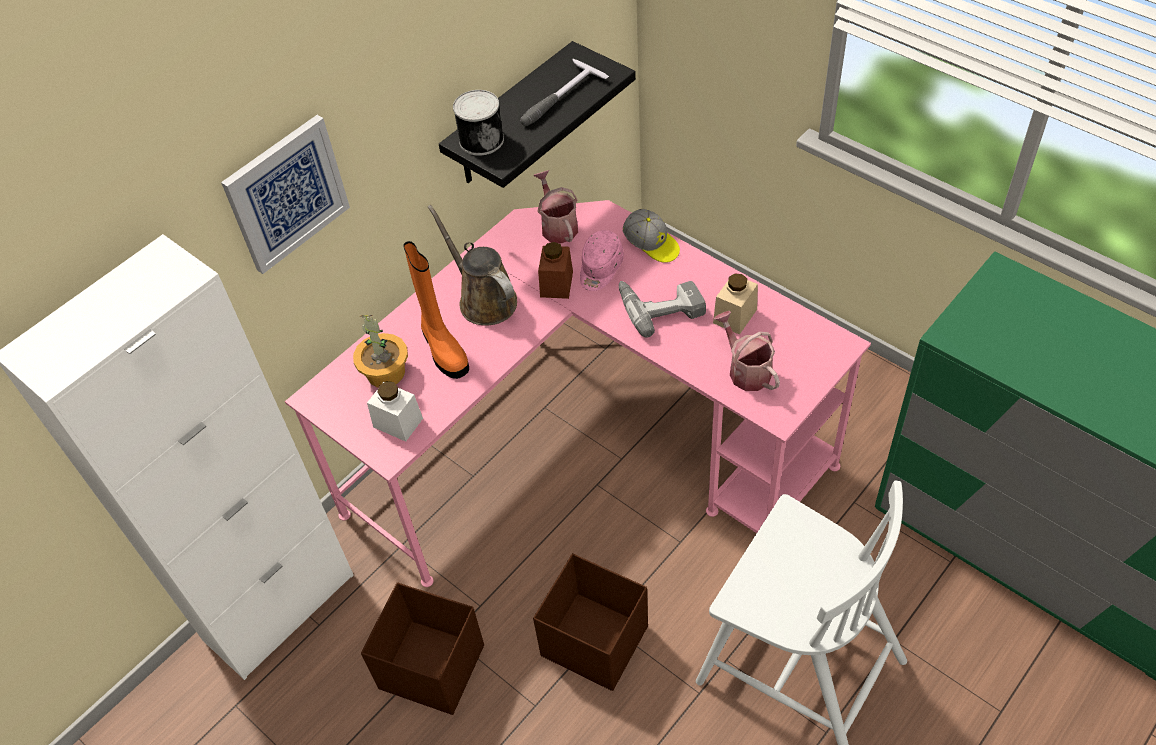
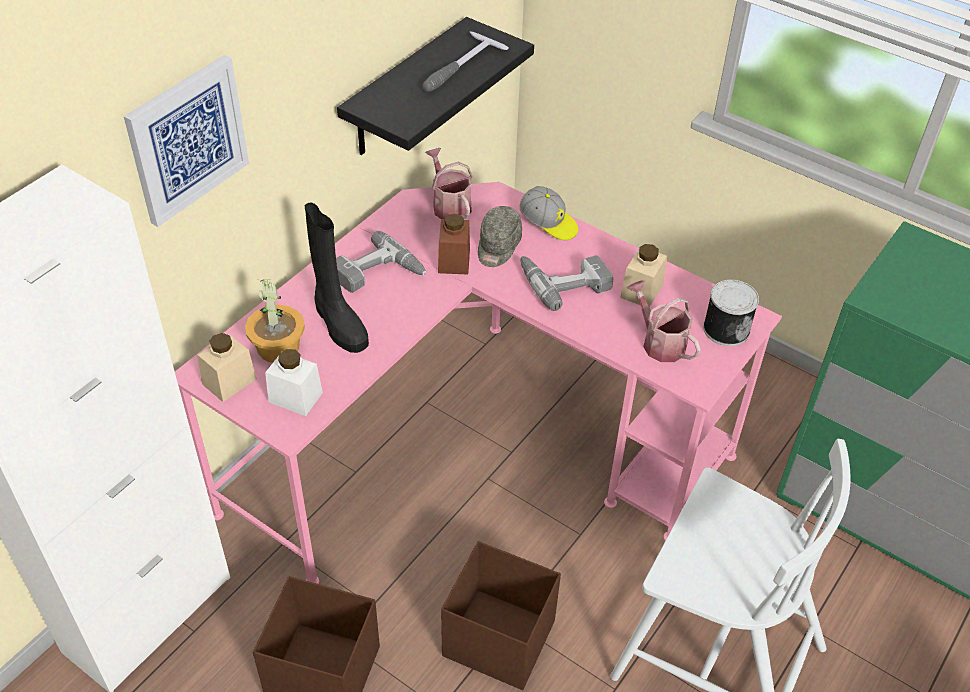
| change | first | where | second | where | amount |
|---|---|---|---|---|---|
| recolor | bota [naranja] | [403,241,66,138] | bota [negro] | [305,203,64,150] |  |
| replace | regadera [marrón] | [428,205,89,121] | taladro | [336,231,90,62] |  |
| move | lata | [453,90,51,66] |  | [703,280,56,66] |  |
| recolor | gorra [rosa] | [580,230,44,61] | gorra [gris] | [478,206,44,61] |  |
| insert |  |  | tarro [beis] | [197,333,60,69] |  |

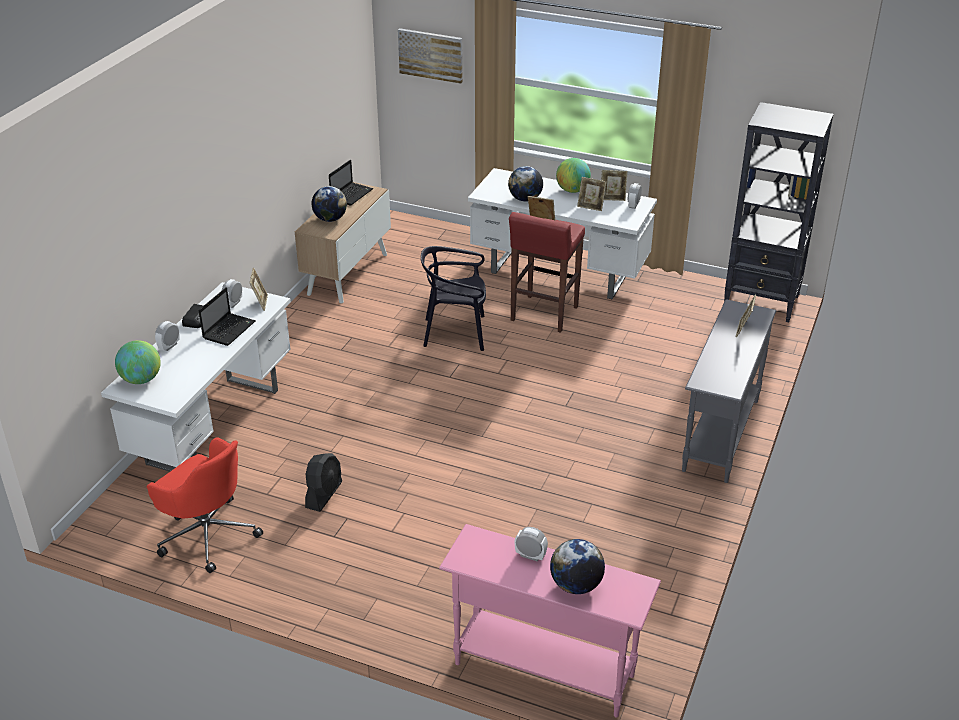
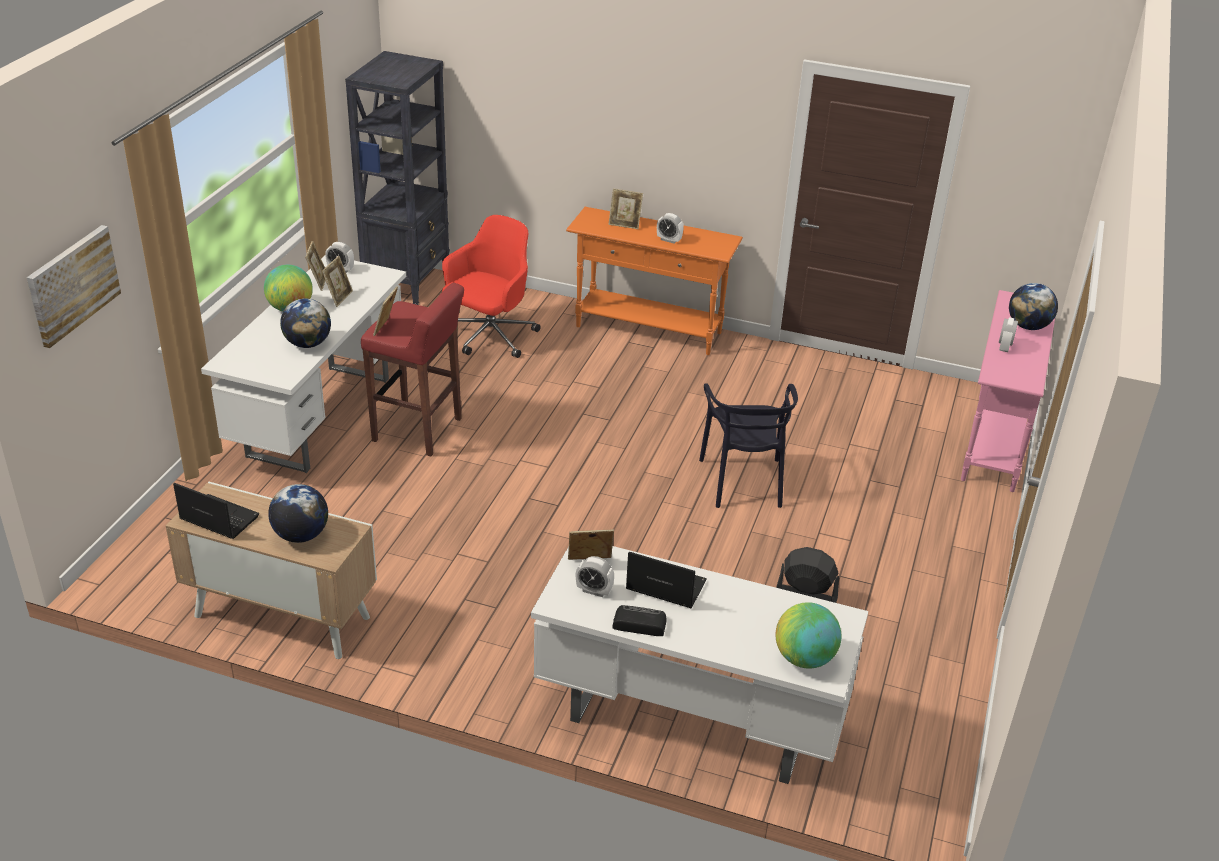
| change | first | where | second | where | amount |
|---|---|---|---|---|---|
| move | silla de oficina [rojo] | [147,437,116,136] |  | [442,215,98,143] |  |
| move | despertador | [155,321,25,30] |  | [657,213,27,31] |  |
| move | silla [negro] | [421,246,65,105] |  | [699,383,99,125] |  |
| recolor | mesa consola [gris] | [682,299,94,184] | mesa consola [naranja] | [566,207,177,148] |  |

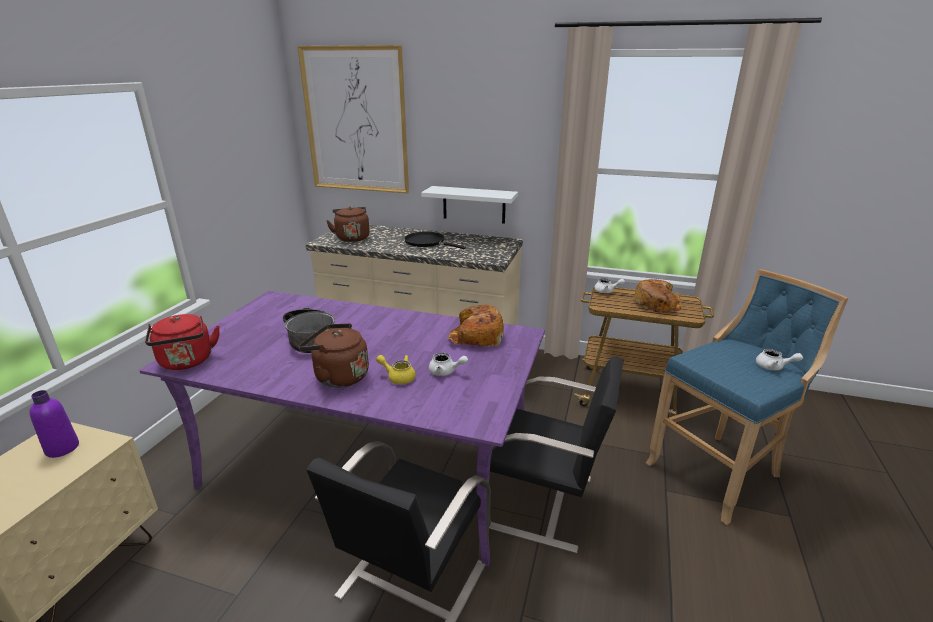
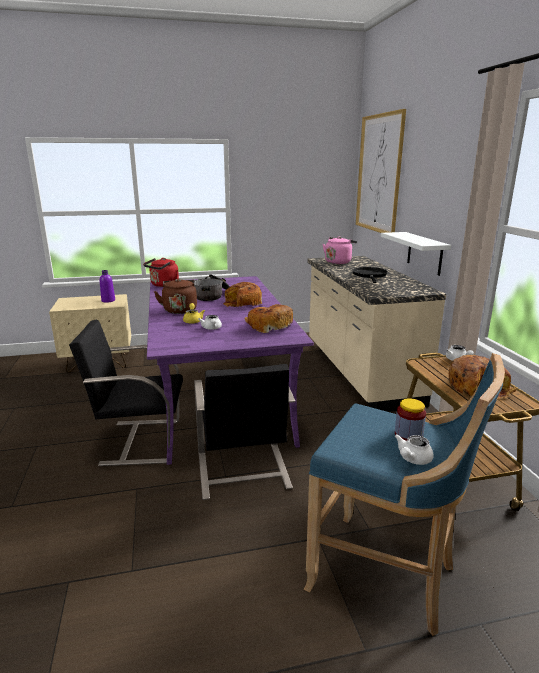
| change | first | where | second | where | amount |
|---|---|---|---|---|---|
| recolor | hervidor [marrón] | [326,206,44,36] | hervidor [rosa] | [323,236,34,28] |  |
| rotate | tetera [blanco] | [756,349,47,21] |  | [395,434,39,31] | 45 degrees clockwise |
| insert |  |  | pan | [223,282,39,25] |  |
| insert |  |  | tarro | [395,398,31,43] |  |

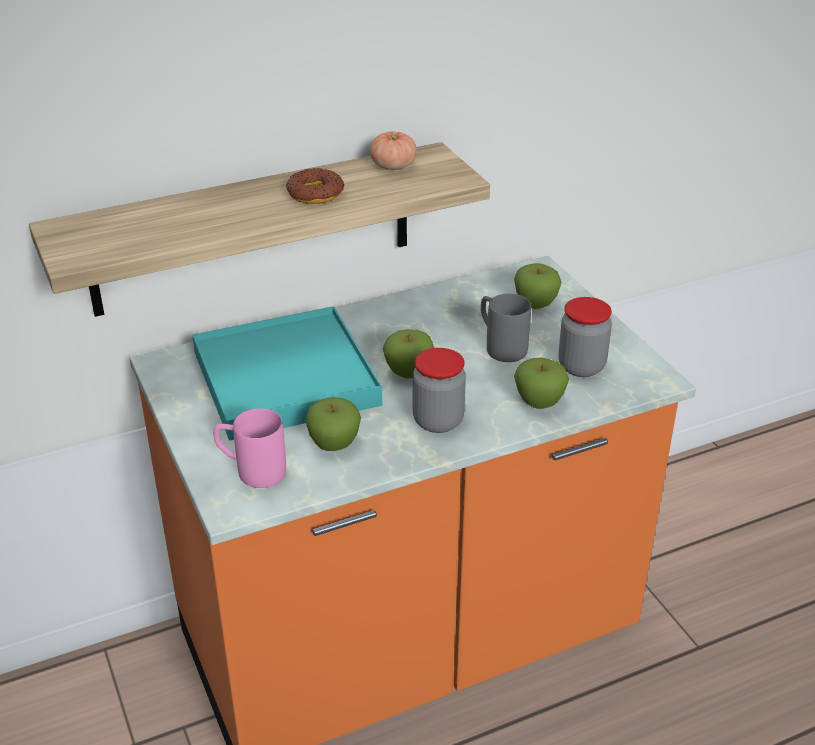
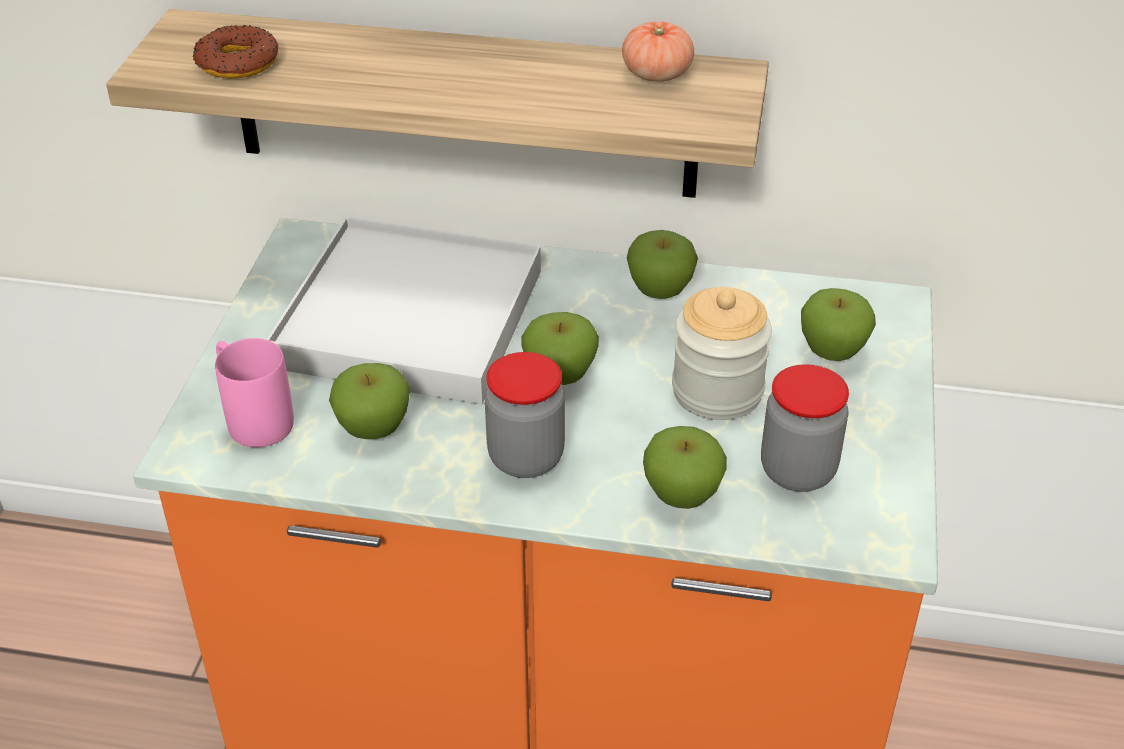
| change | first | where | second | where | amount |
|---|---|---|---|---|---|
| recolor | bandeja [turquesa] | [192,306,190,135] | bandeja [blanco] | [266,217,275,188] |  |
| move | rosquilla | [286,168,58,36] |  | [193,25,85,54] |  |
| replace | taza grande [gris] | [481,293,50,69] | tarro | [672,287,100,133] |  |
| insert |  |  | manzana | [627,230,71,69] |  |

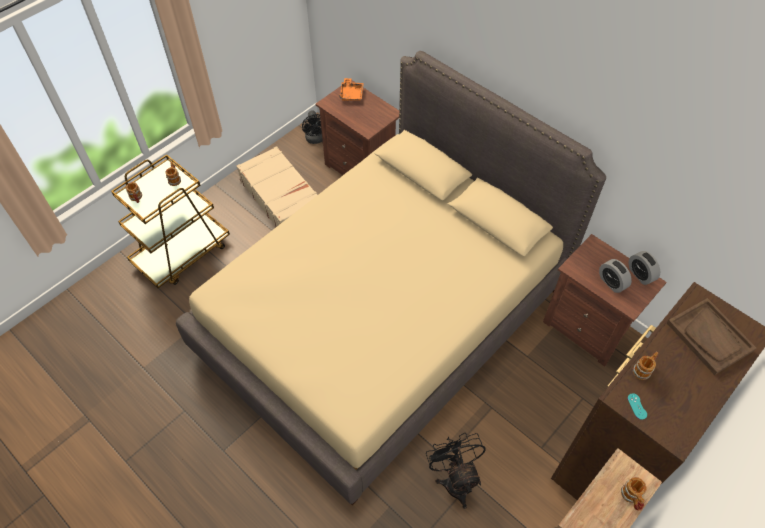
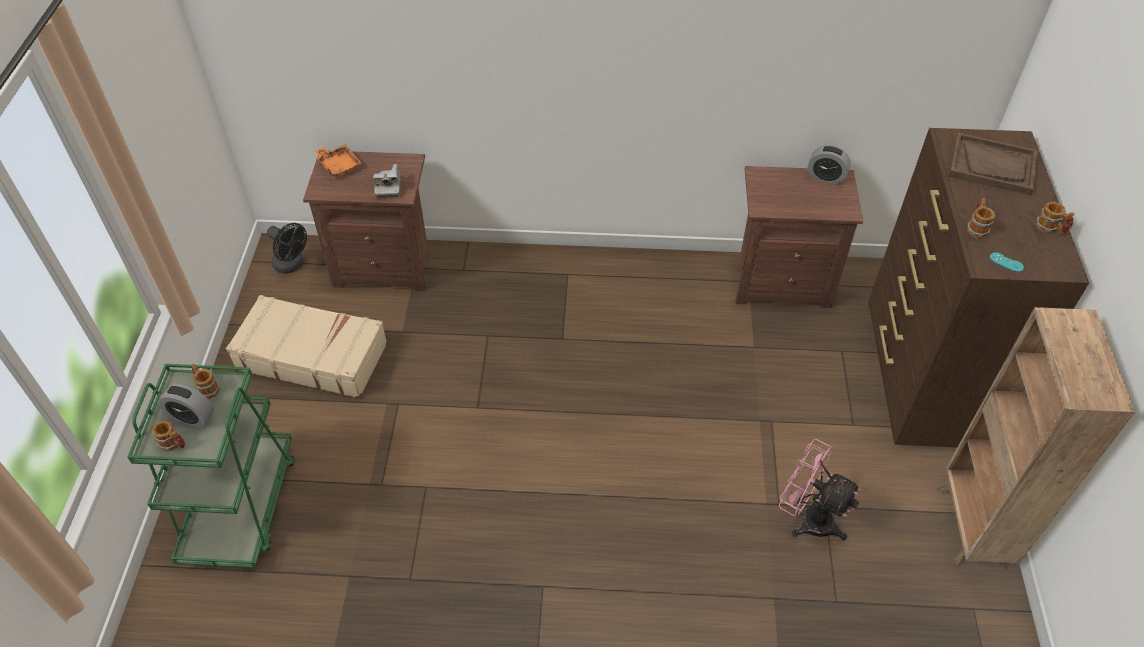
| change | first | where | second | where | amount |
|---|---|---|---|---|---|
| recolor | carrito [marrón] | [111,154,119,134] | carrito [verde] | [127,364,168,204] |  |
| delete | cama [beis] | [176,51,430,454] |  |  |  |
| recolor | ventilador [negro] | [426,433,60,76] | ventilador [rosa] | [779,439,82,101] |  |
| move | despertador | [599,259,33,34] |  | [159,384,55,44] |  |
| move | taza grande | [621,477,25,33] |  | [1036,202,38,32] |  |
| insert |  |  | cámara | [373,164,28,34] |  |

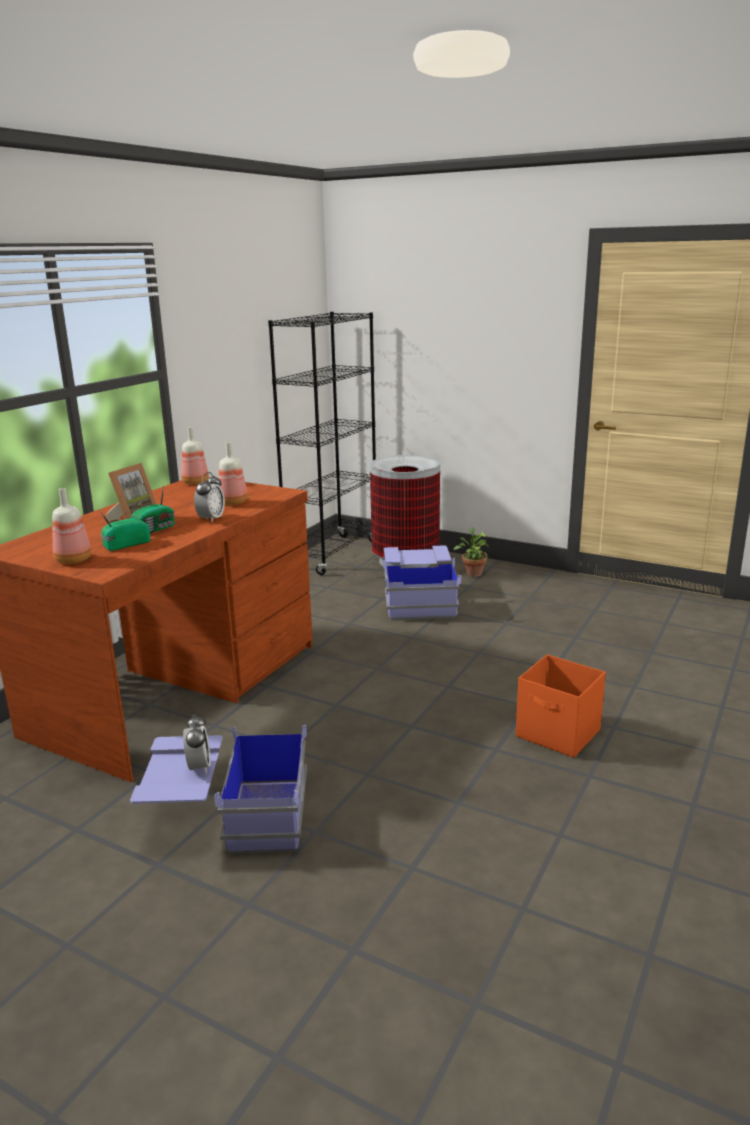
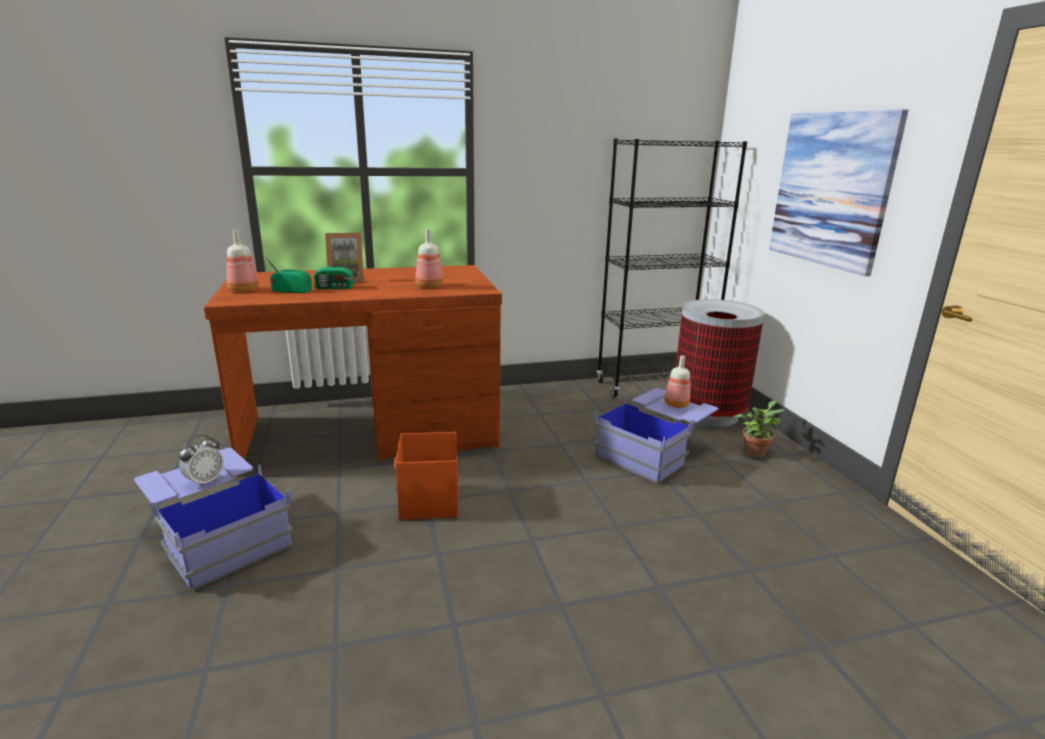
| change | first | where | second | where | amount |
|---|---|---|---|---|---|
| move | botella | [181,427,28,58] |  | [664,355,26,53] |  |
| delete | despertador | [194,472,31,51] |  |  |  |
| move | caja de almacenaje [naranja] | [516,654,90,104] |  | [395,432,63,88] |  |
| insert |  |  | cuadro | [769,109,140,167] |  |

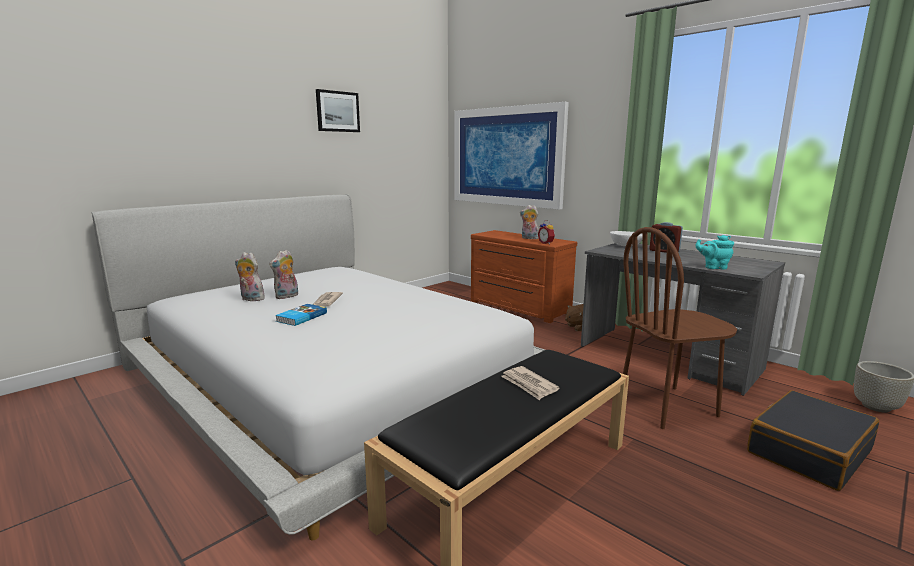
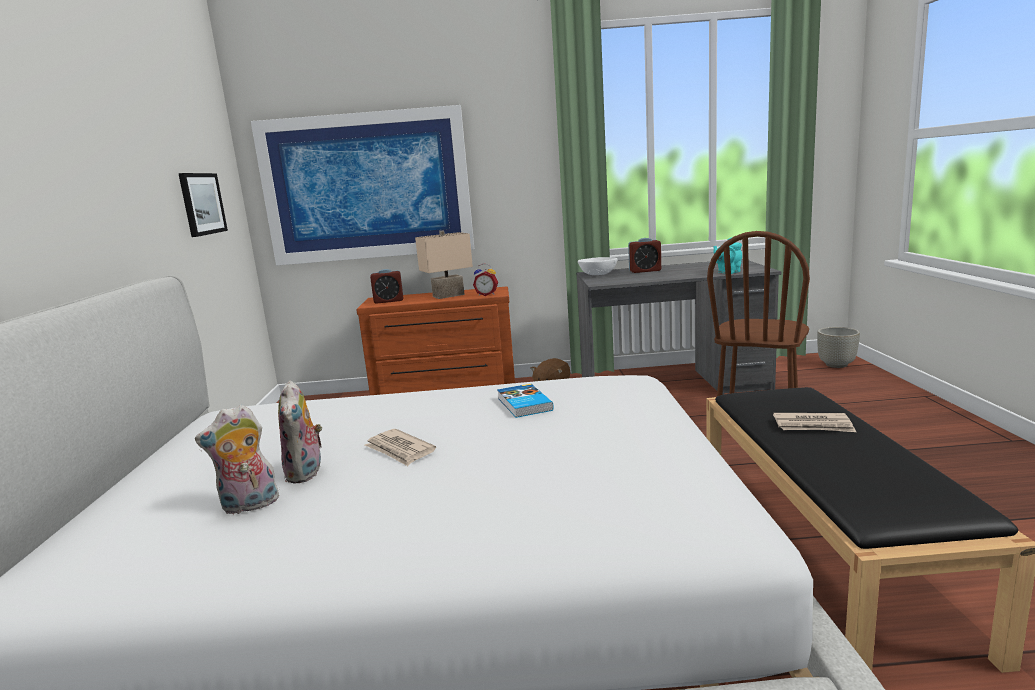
| change | first | where | second | where | amount |
|---|---|---|---|---|---|
| move | libro | [275,304,52,22] |  | [497,384,57,34] |  |
| move | cuadro | [316,89,44,43] |  | [178,173,50,64] |  |
| replace | peluche | [520,205,19,34] | lámpara de mesa [beis] | [415,231,58,68] |  |
| delete | maleta [negro] | [747,390,132,101] |  |  |  |
| insert |  |  | despertador | [370,269,33,35] |  |

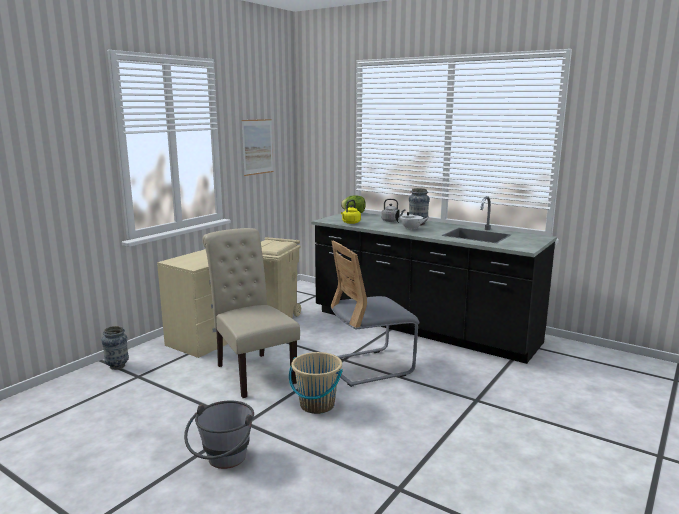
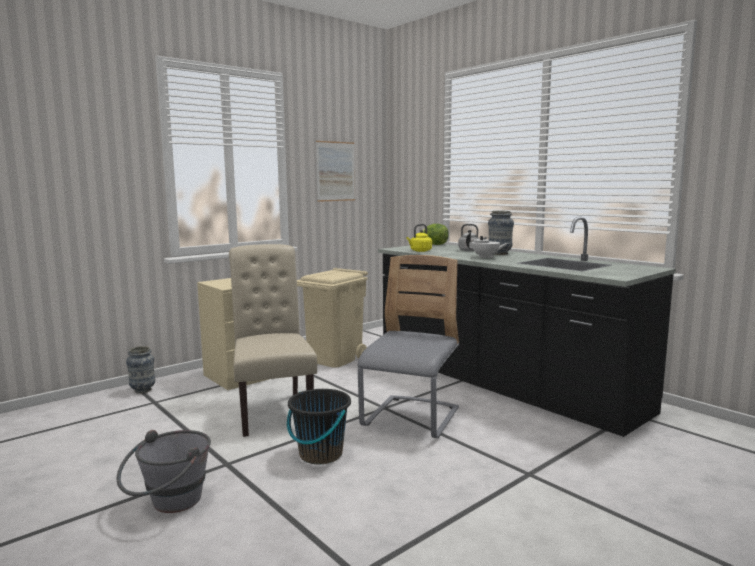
| change | first | where | second | where | amount |
|---|---|---|---|---|---|
| recolor | cubo [beis] | [289,352,54,62] | cubo [negro] | [287,389,64,75] |  |
| rotate | silla [gris] | [331,241,88,146] |  | [357,255,102,183] | 120 degrees clockwise |

